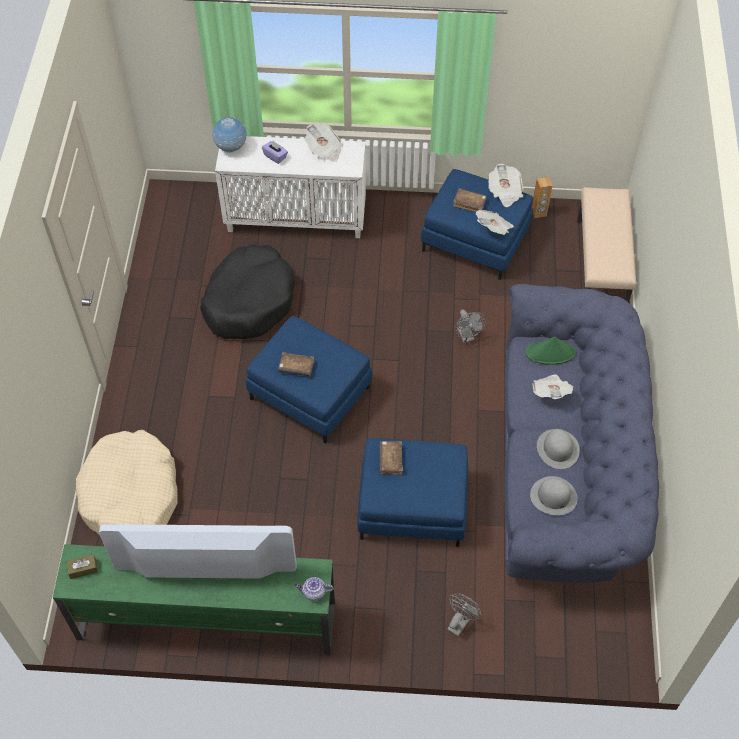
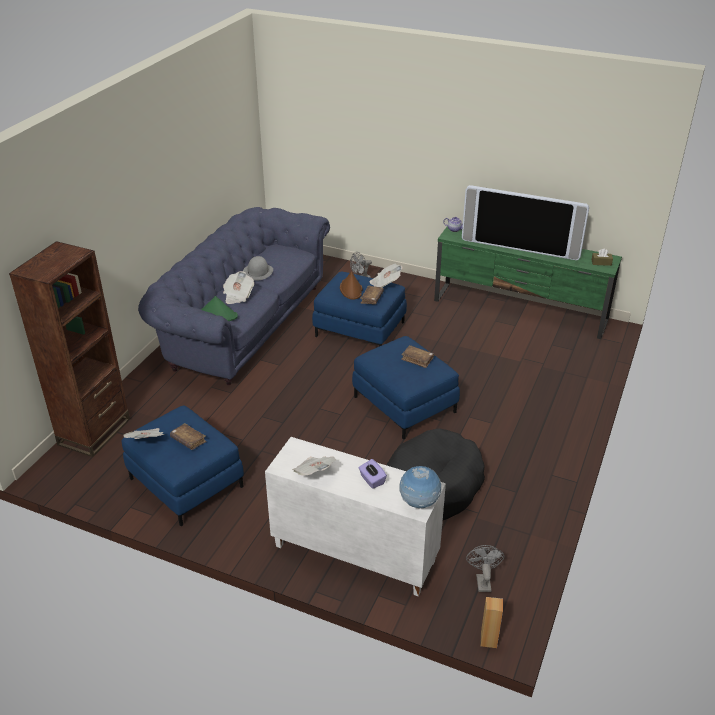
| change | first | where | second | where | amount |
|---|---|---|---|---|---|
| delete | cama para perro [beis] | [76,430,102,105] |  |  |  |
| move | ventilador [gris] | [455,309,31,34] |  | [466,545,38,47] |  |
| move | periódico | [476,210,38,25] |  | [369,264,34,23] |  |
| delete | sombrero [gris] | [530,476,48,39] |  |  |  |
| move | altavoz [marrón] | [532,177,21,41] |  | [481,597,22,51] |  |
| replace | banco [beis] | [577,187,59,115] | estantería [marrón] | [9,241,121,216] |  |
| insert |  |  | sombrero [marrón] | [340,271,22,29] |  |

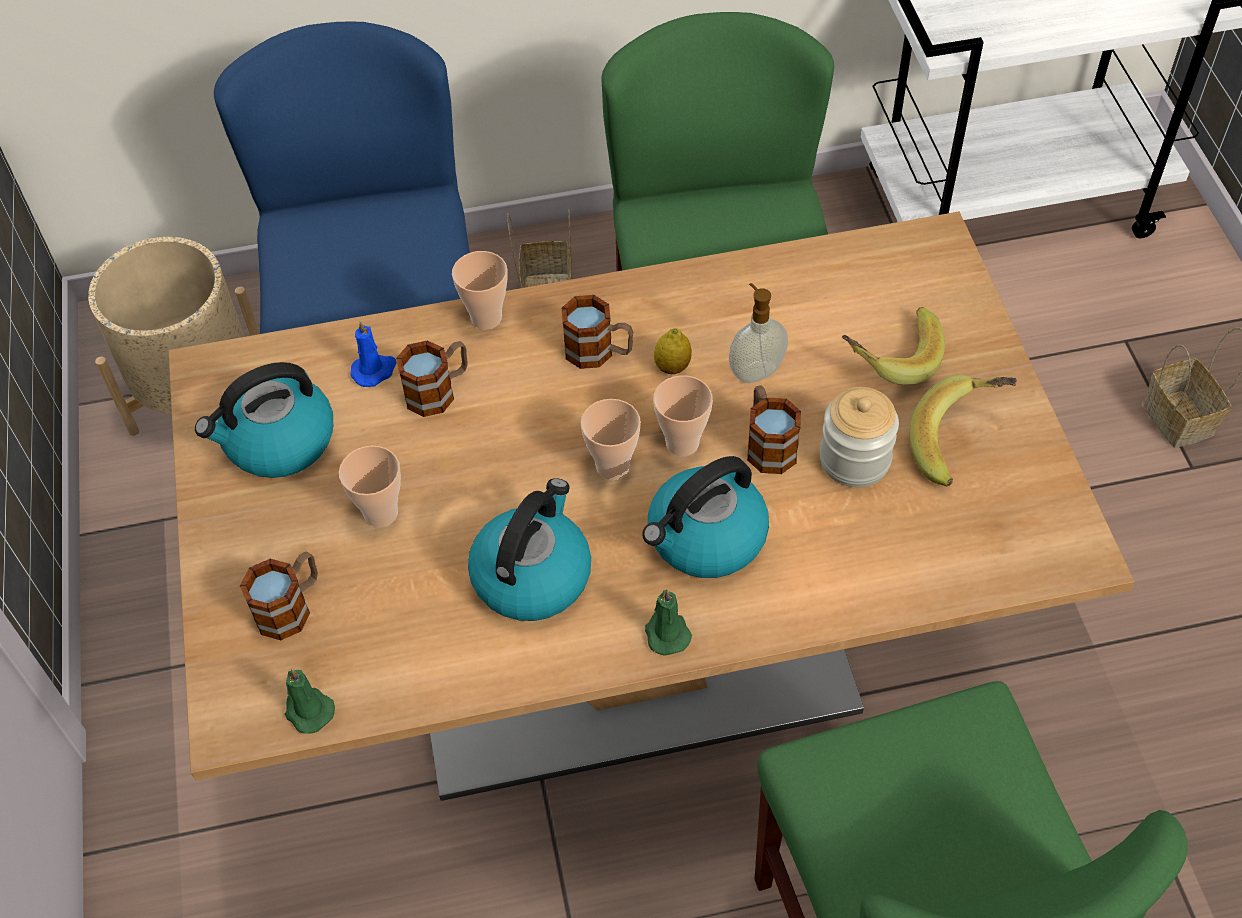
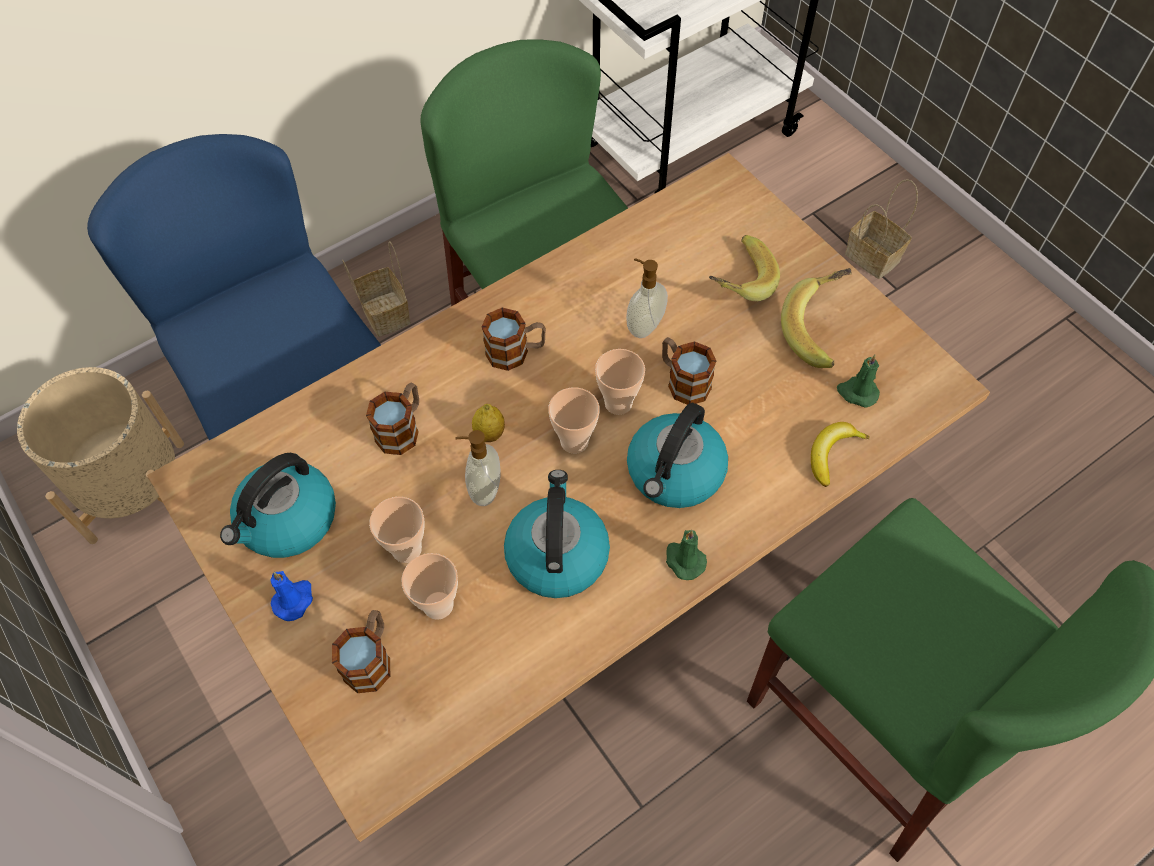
| change | first | where | second | where | amount |
|---|---|---|---|---|---|
| move | vela [verde] | [285,668,50,66] |  | [837,354,43,53] |  |
| move | vela [azul] | [350,320,47,67] |  | [270,571,43,50] |  |
| move | taza | [452,251,56,78] |  | [402,553,56,67] |  |
| move | limón | [654,328,38,46] |  | [472,404,33,38] |  |
| delete | tarro | [820,387,79,100] |  |  |  |
| insert |  |  | dispensador de jabón | [455,430,45,76] |  |
| insert |  |  | plátano | [811,422,59,65] |  |

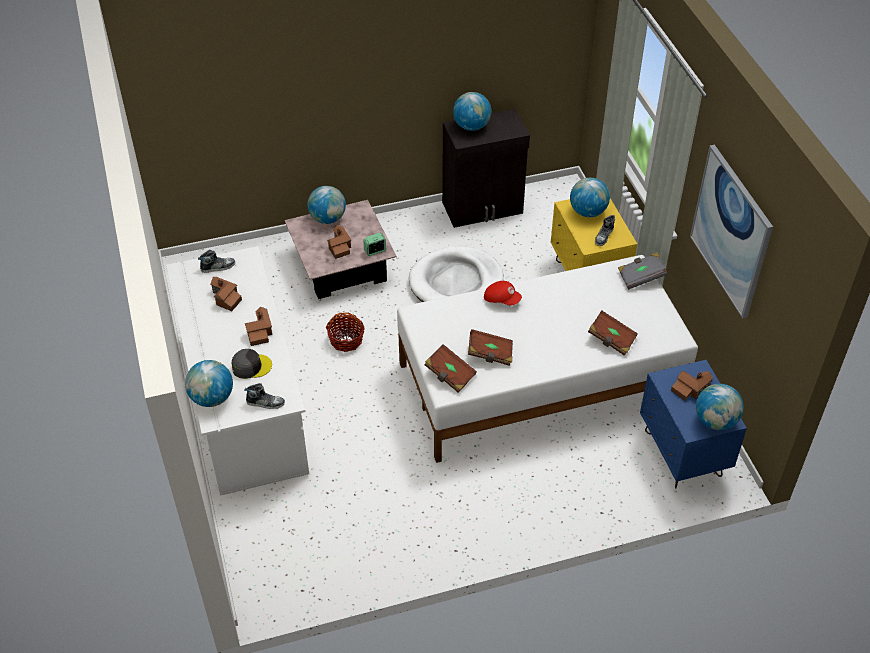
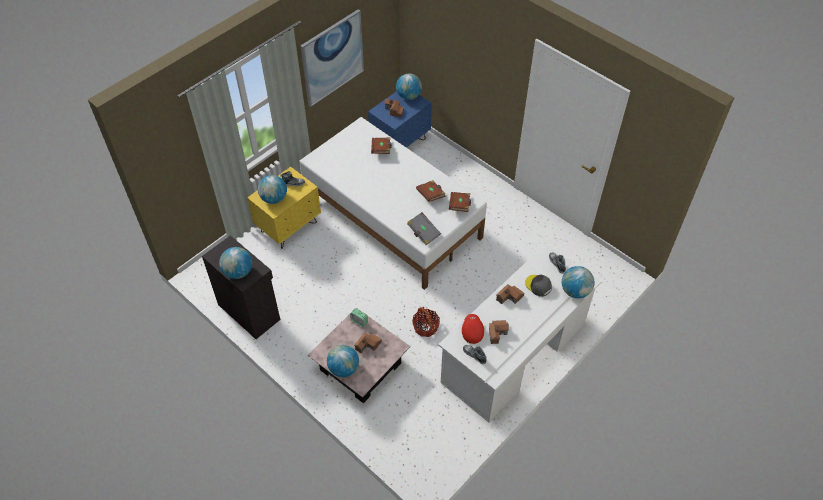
| change | first | where | second | where | amount |
|---|---|---|---|---|---|
| delete | cama para perro [blanco] | [409,246,95,56] |  |  |  |
| move | gorra [rojo] | [484,281,38,25] |  | [462,314,22,30] |  |
| move | libro [gris] | [618,252,49,38] |  | [407,212,34,33] |  |

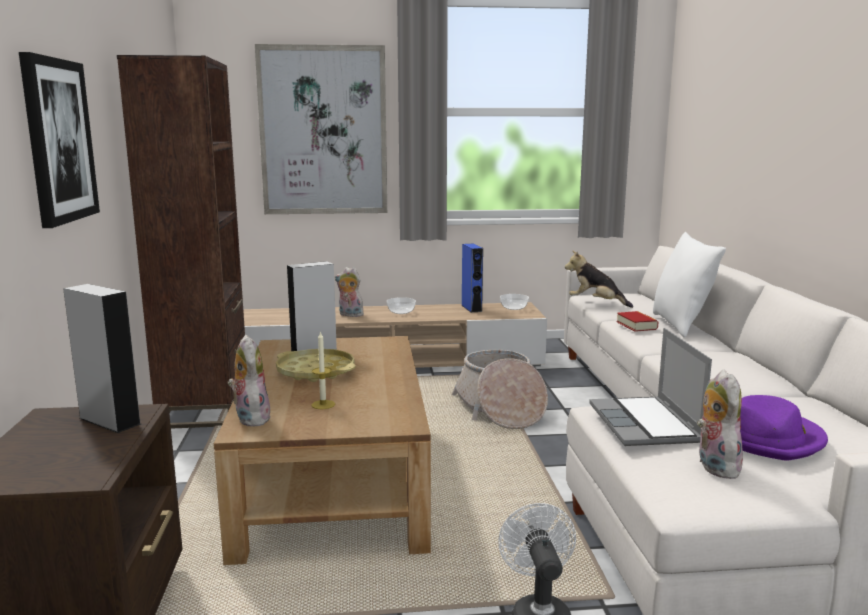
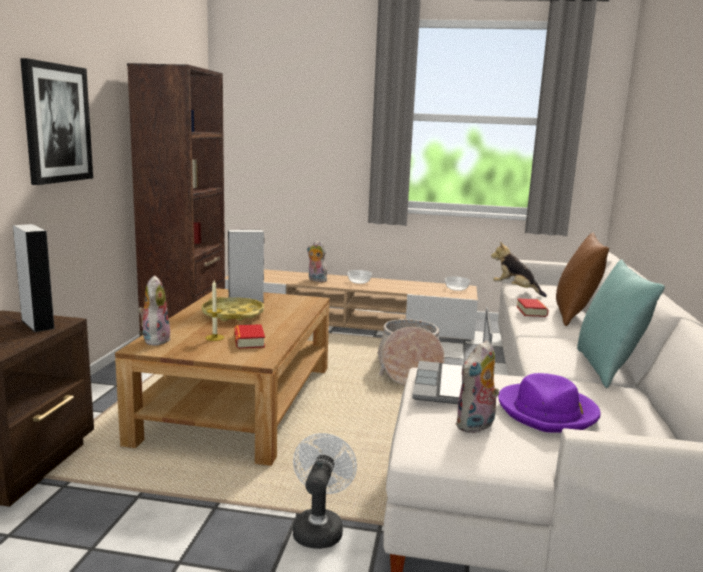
| change | first | where | second | where | amount |
|---|---|---|---|---|---|
| delete | cuadro | [255,44,132,170] |  |  |  |
| delete | altavoz [azul] | [461,244,22,69] |  |  |  |
| recolor | cojín [blanco] | [653,232,73,106] | cojín [marrón] | [556,232,53,94] |  |
| rotate | peluche | [697,370,46,109] |  | [455,340,45,93] | 150 degrees counterclockwise |
| insert |  |  | libro | [234,324,31,25] |  |
| insert |  |  | cojín [turquesa] | [577,259,88,129] |  |

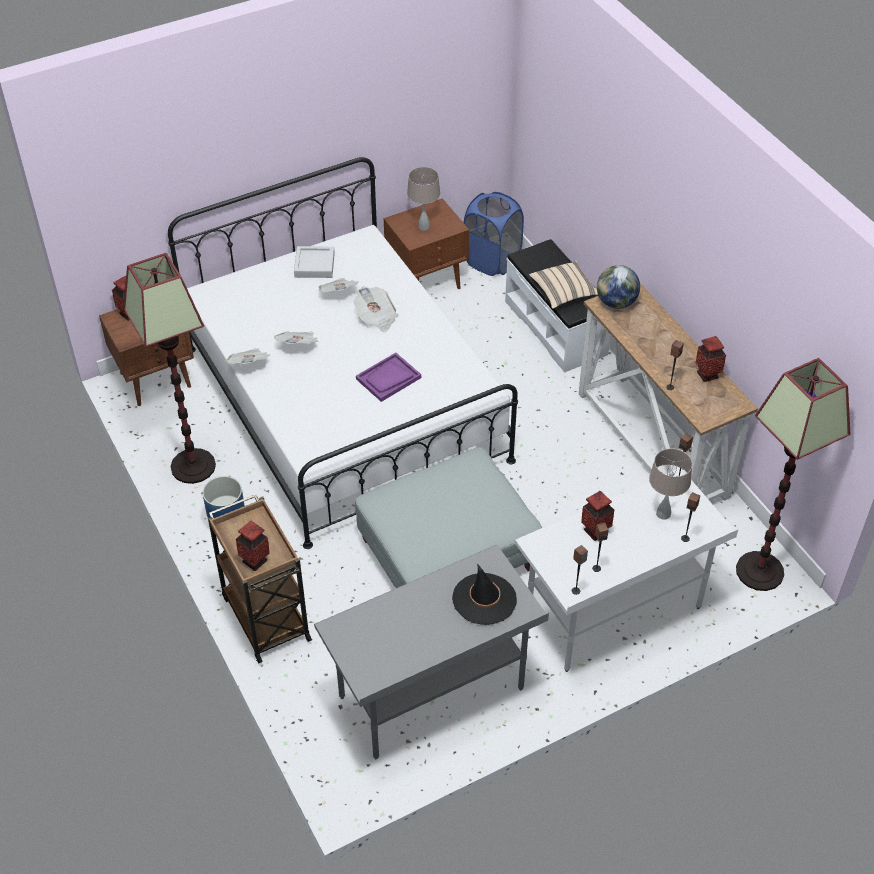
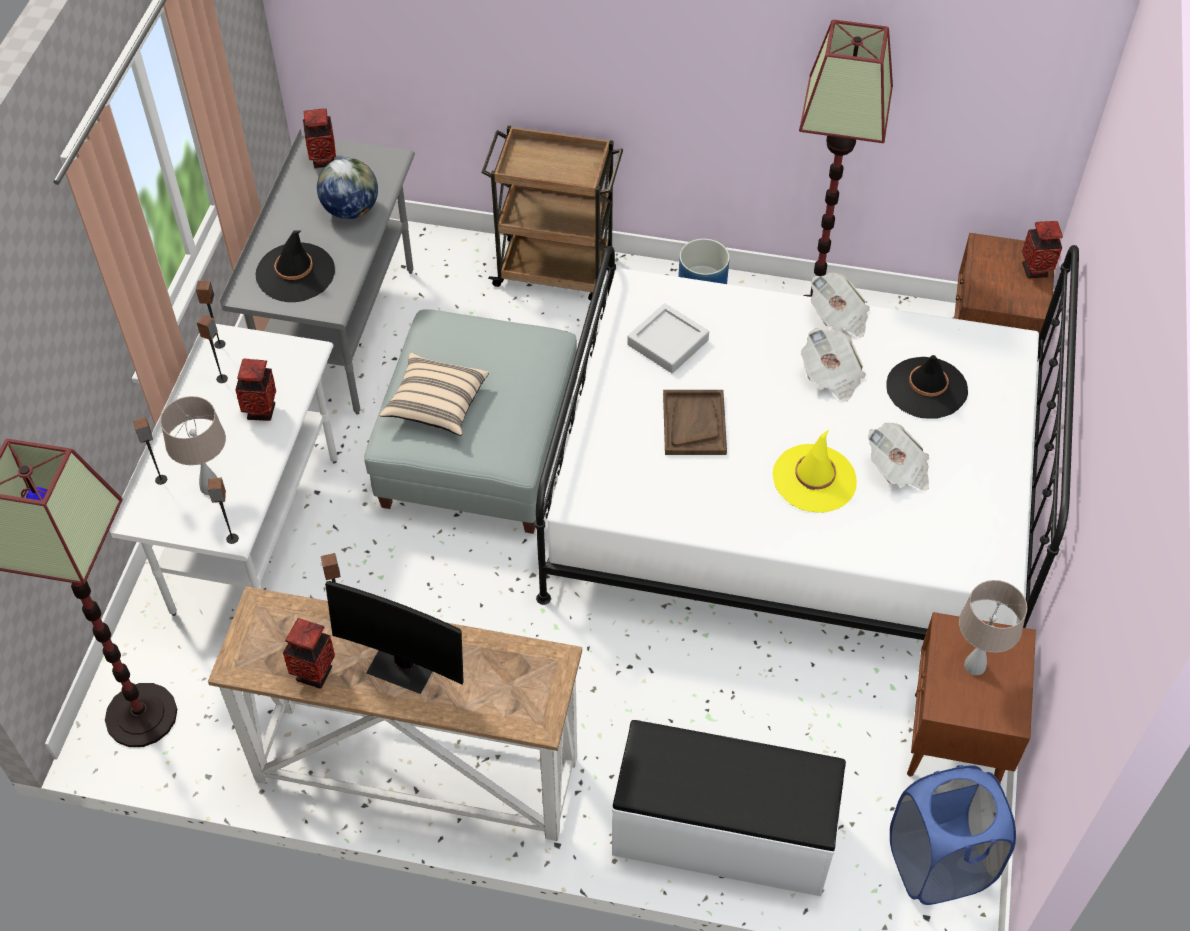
| change | first | where | second | where | amount |
|---|---|---|---|---|---|
| move | florero | [236,521,33,50] |  | [303,108,33,60] |  |
| move | bandeja [gris] | [294,246,41,32] |  | [627,303,82,70] |  |
| replace | periódico | [353,287,46,45] | sombrero [amarillo] | [772,430,85,83] |  |
| recolor | bandeja [morado] | [356,353,65,49] | bandeja [marrón] | [663,390,64,65] |  |
| move | cojín [beis] | [529,260,69,49] |  | [380,353,109,83] |  |
| move | globo terráqueo | [597,265,43,44] |  | [317,158,61,61] |  |
| insert |  |  | monitor | [325,581,139,113] |  |
| insert |  |  | sombrero [negro] | [886,355,82,63] |  |

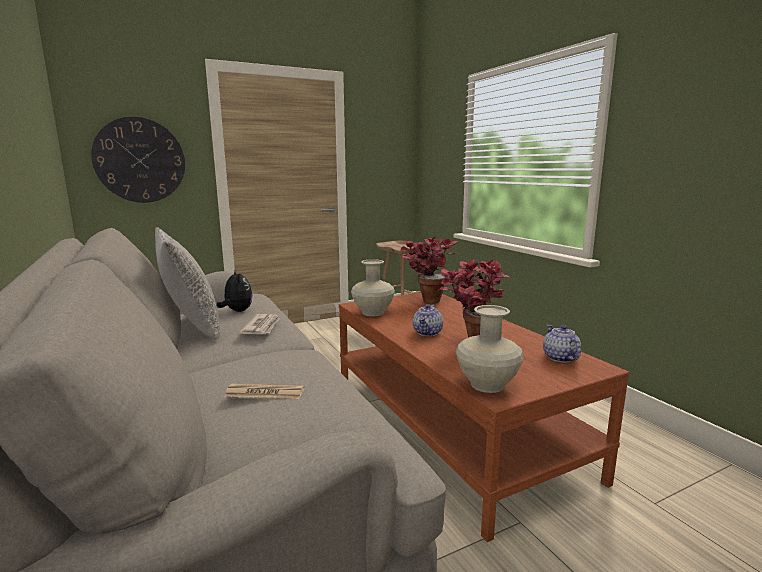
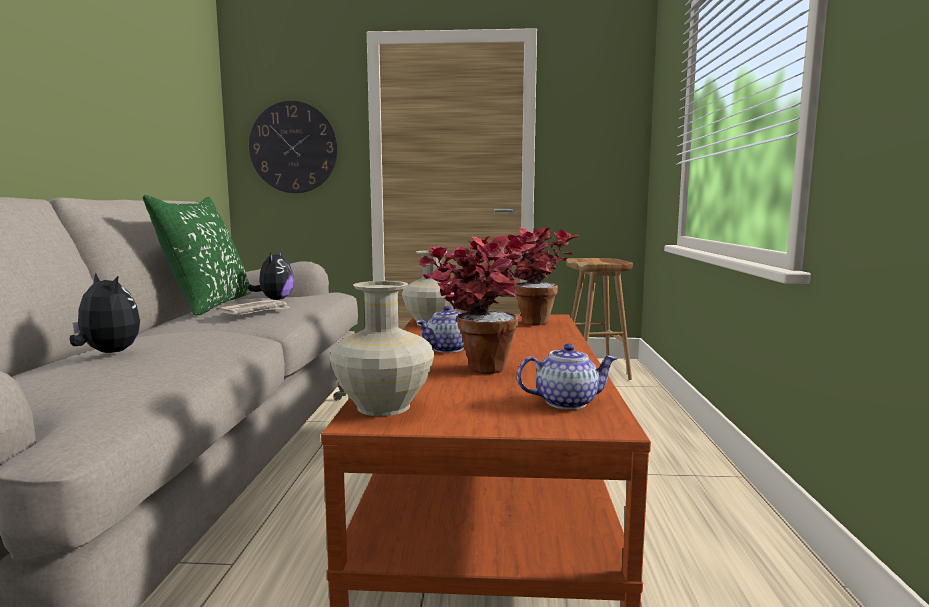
| change | first | where | second | where | amount |
|---|---|---|---|---|---|
| recolor | cojín [gris] | [155,227,65,113] | cojín [verde] | [143,195,109,120] |  |
| replace | periódico | [224,383,80,16] | peluche | [70,273,70,80] |  |
| rotate | tetera | [543,325,38,38] |  | [517,344,101,66] | 60 degrees clockwise |

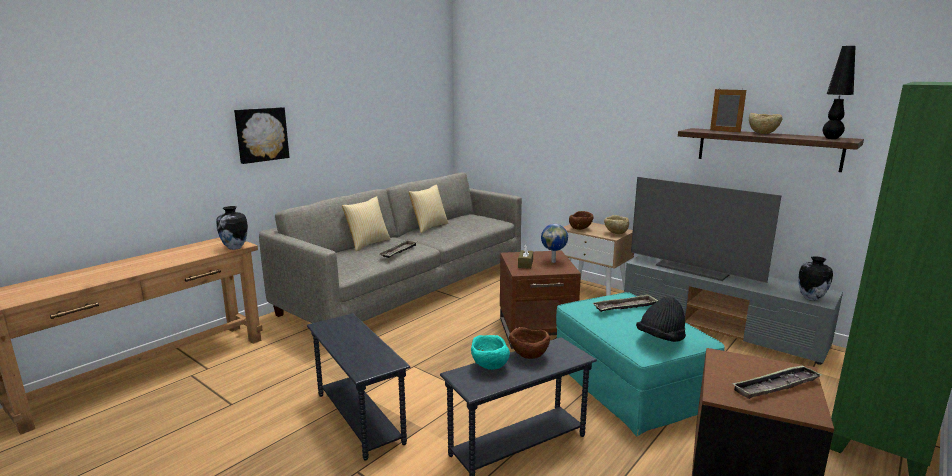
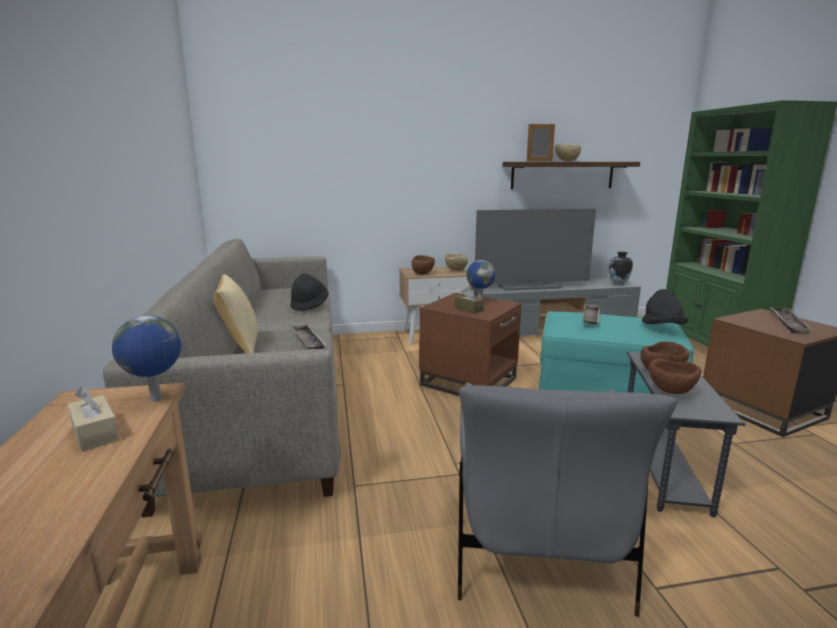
| change | first | where | second | where | amount |
|---|---|---|---|---|---|
| replace | florero | [216,206,32,44] | globo terráqueo | [112,315,69,87] |  |
| delete | cuadro | [234,107,55,57] |  |  |  |
| replace | mesa auxiliar [gris] | [307,314,104,147] | sillón [gris] | [458,382,220,235] |  |
| delete | cojín | [409,184,40,49] |  |  |  |
| recolor | cuenco [turquesa] | [471,335,39,35] | cuenco [marrón] | [648,359,54,35] |  |
| delete | lámpara de mesa [negro] | [823,46,32,93] |  |  |  |
| insert |  |  | caja de pañuelos [beis] | [67,386,53,66] |  |
| insert |  |  | sombrero [negro] | [290,273,39,38] |  |

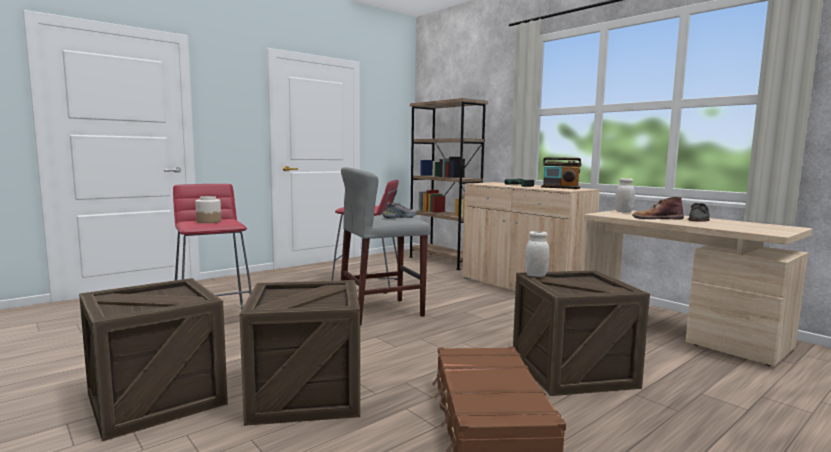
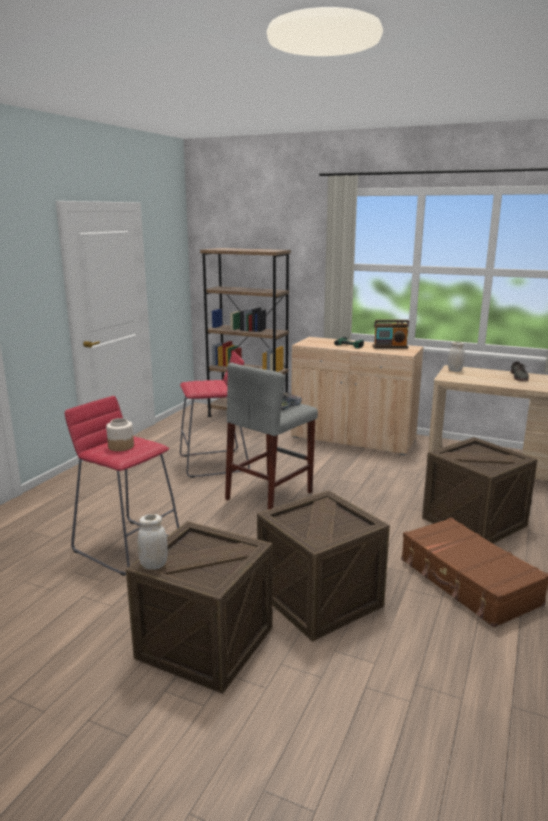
| change | first | where | second | where | amount |
|---|---|---|---|---|---|
| move | tarro [blanco] | [524,231,25,46] |  | [138,514,30,55] |  |
| delete | bota [marrón] | [632,197,52,22] |  |  |  |

